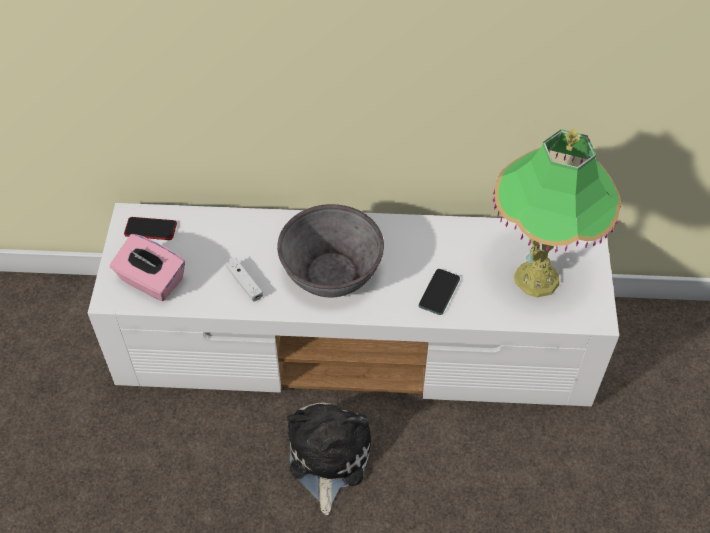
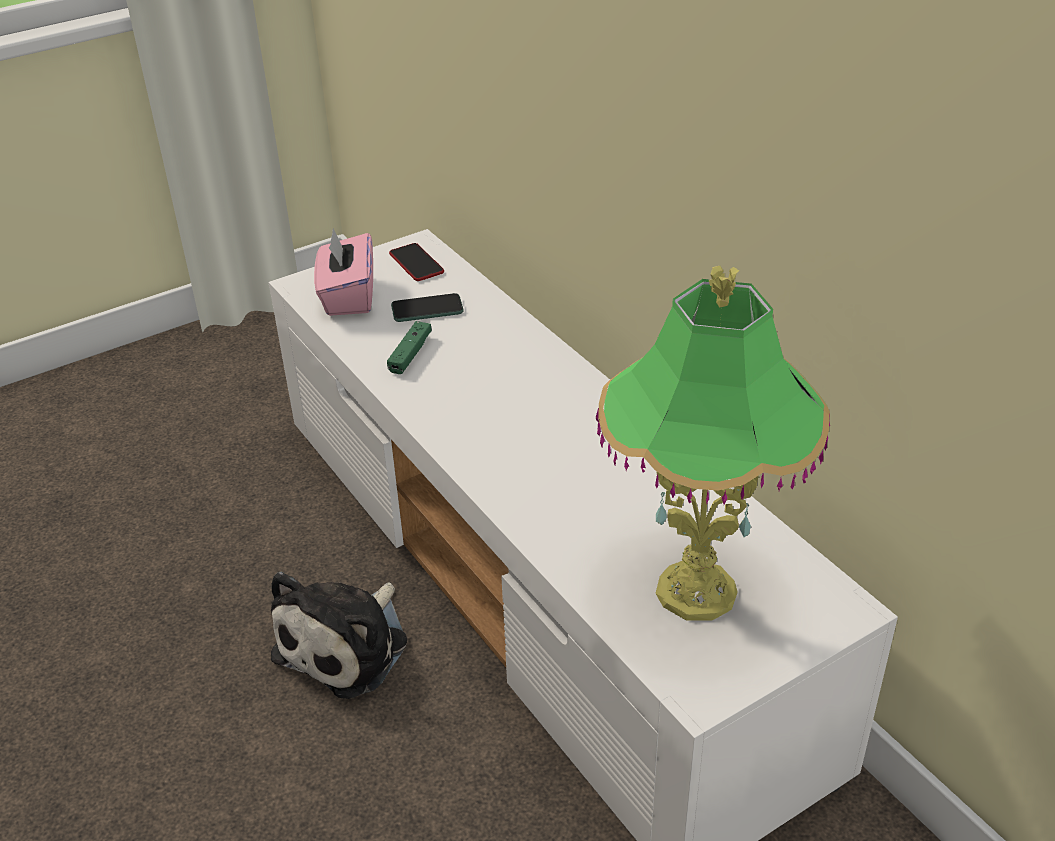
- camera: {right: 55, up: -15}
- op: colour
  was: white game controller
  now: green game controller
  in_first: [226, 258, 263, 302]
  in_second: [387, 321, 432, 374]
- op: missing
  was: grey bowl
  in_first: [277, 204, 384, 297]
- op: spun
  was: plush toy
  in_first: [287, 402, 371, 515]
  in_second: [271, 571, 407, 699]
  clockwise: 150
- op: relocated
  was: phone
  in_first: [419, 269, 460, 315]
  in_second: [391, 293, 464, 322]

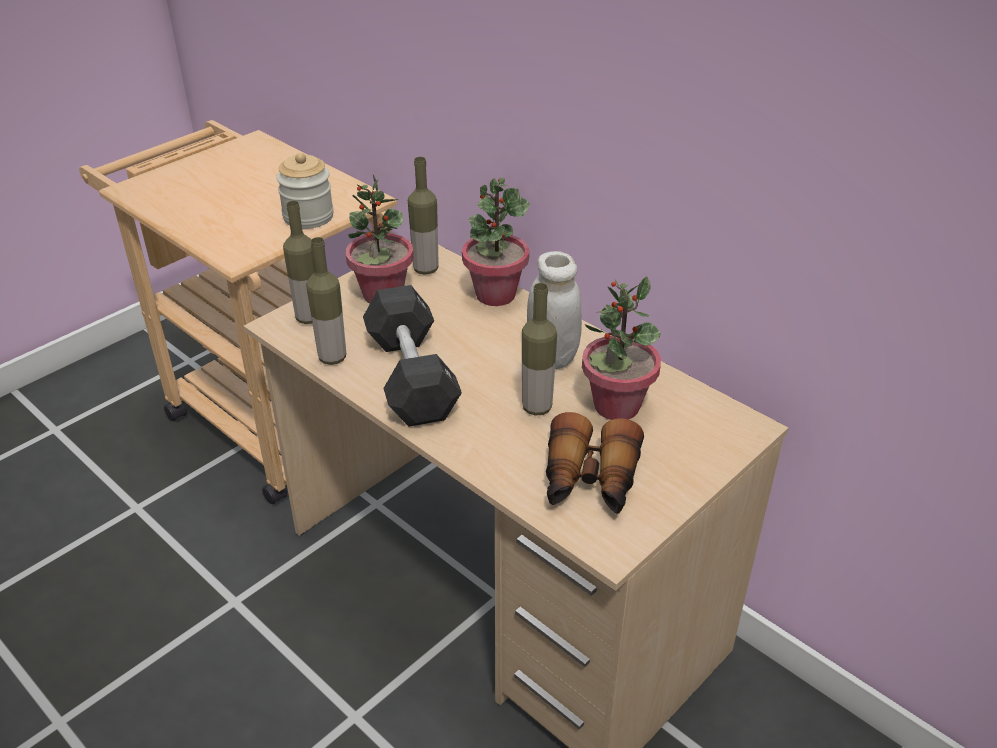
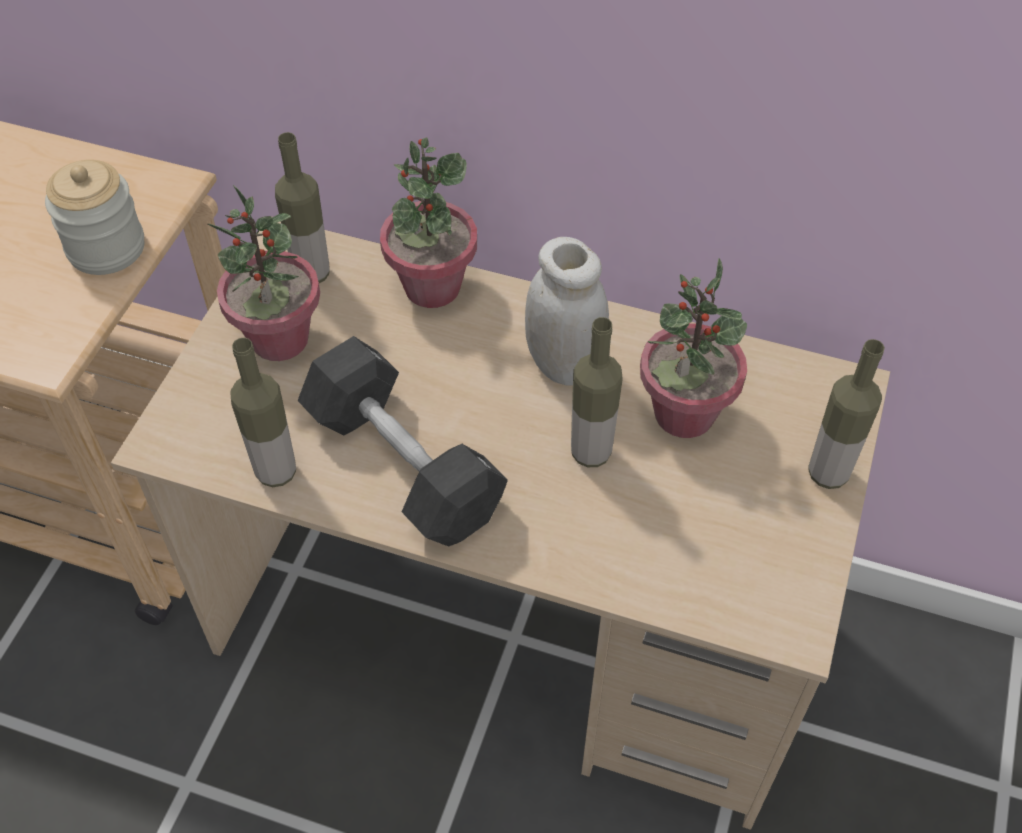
- camera: {right: -25, up: 15}
- op: relocated
  was: bottle
  in_first: [283, 201, 315, 324]
  in_second: [808, 339, 885, 489]
- op: missing
  was: binoculars
  in_first: [546, 412, 644, 514]

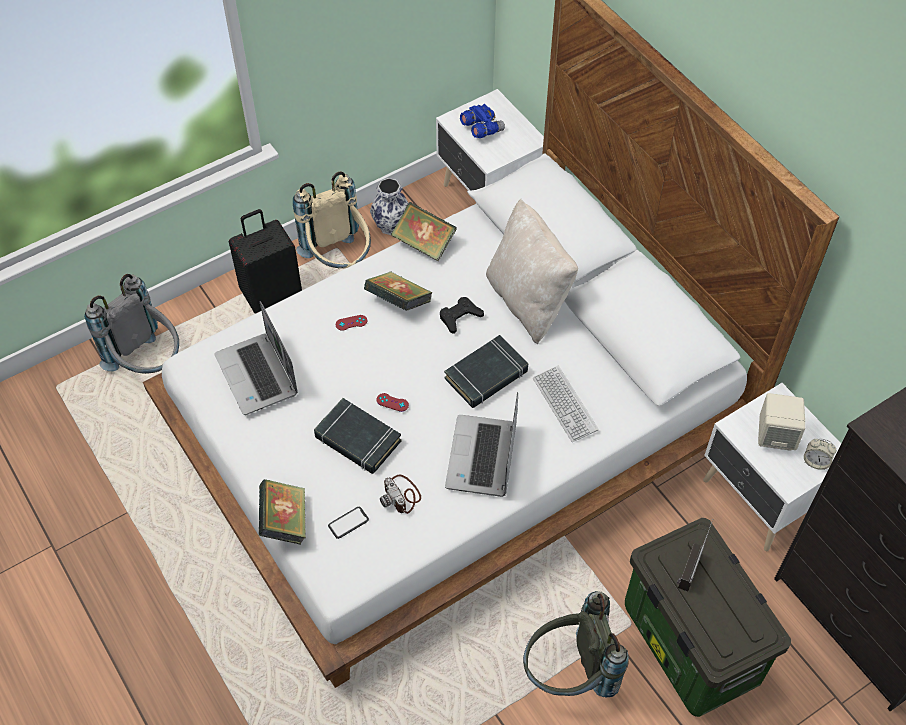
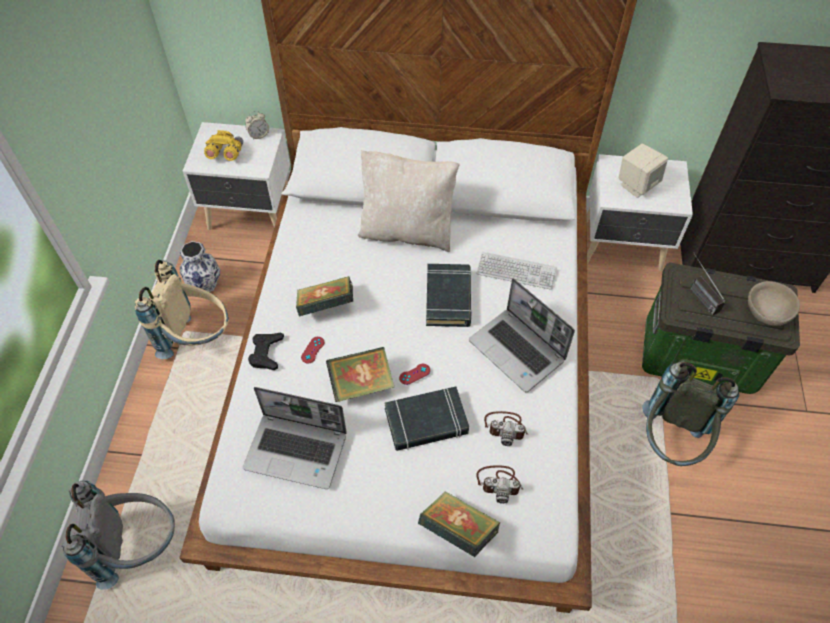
- camera: {right: -50, up: 0}
- op: missing
  was: black suitcase
  in_first: [229, 209, 302, 314]
- op: exchanged
  was: phone
  now: photo camera
  in_first: [328, 507, 369, 539]
  in_second: [476, 465, 523, 504]
- op: relocated
  was: book
  in_first: [391, 202, 457, 262]
  in_second: [326, 347, 394, 402]
- op: relocated
  was: black game controller
  in_first: [440, 297, 484, 334]
  in_second: [248, 332, 284, 370]
- op: colour
  was: blue binoculars
  now: yellow binoculars
  in_first: [460, 104, 505, 138]
  in_second: [204, 130, 243, 161]
- op: relocated
  was: alarm clock
  in_first: [804, 438, 836, 470]
  in_second: [245, 111, 269, 140]
- op: appeared
  now: beige bowl
  in_second: [748, 281, 800, 326]

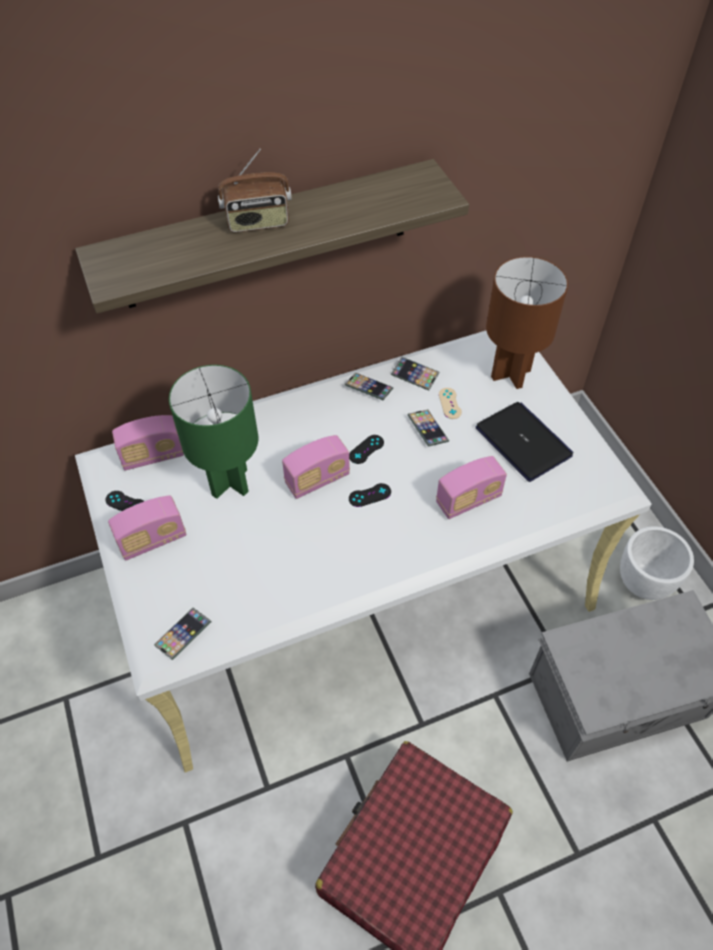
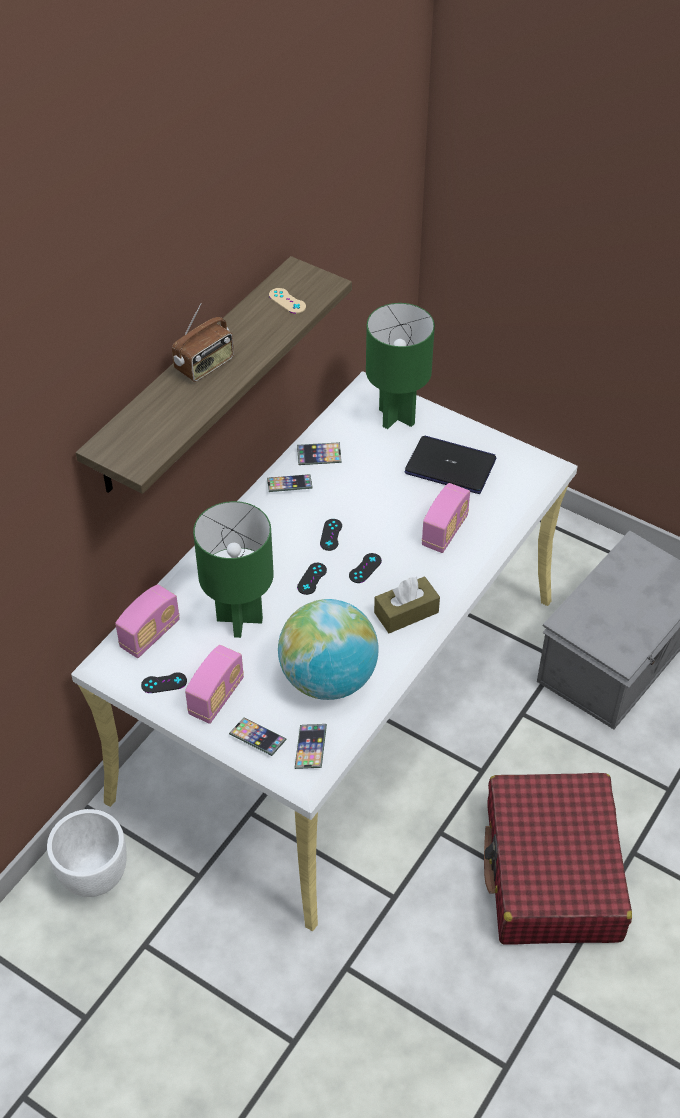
- camera: {right: -35, up: -5}
- op: exchanged
  was: radio
  now: black game controller
  in_first: [282, 435, 350, 499]
  in_second: [297, 563, 327, 595]
- op: relocated
  was: phone
  in_first: [407, 409, 449, 447]
  in_second: [229, 717, 287, 756]
- op: relocated
  was: beige game controller
  in_first: [439, 388, 462, 419]
  in_second: [269, 288, 306, 314]
- op: colour
  was: brown table lamp
  now: green table lamp
  in_first: [486, 256, 568, 389]
  in_second: [366, 303, 435, 429]
- op: relocated
  was: white planter
  in_first: [620, 526, 694, 600]
  in_second: [47, 809, 127, 897]
- op: appeared
  now: globe
  in_second: [278, 599, 378, 700]
- op: appeared
  now: brown tissue box
  in_second: [374, 576, 440, 633]

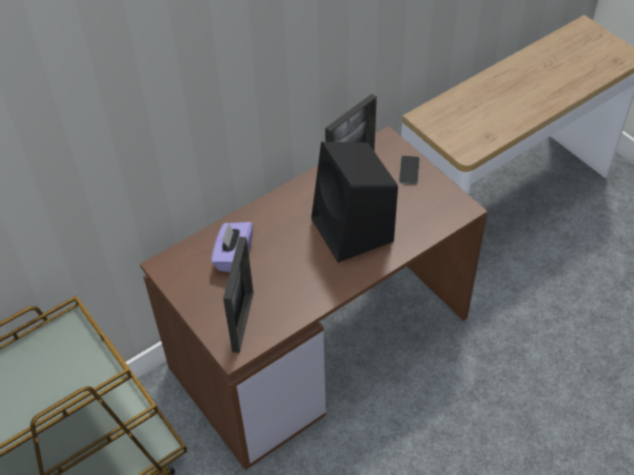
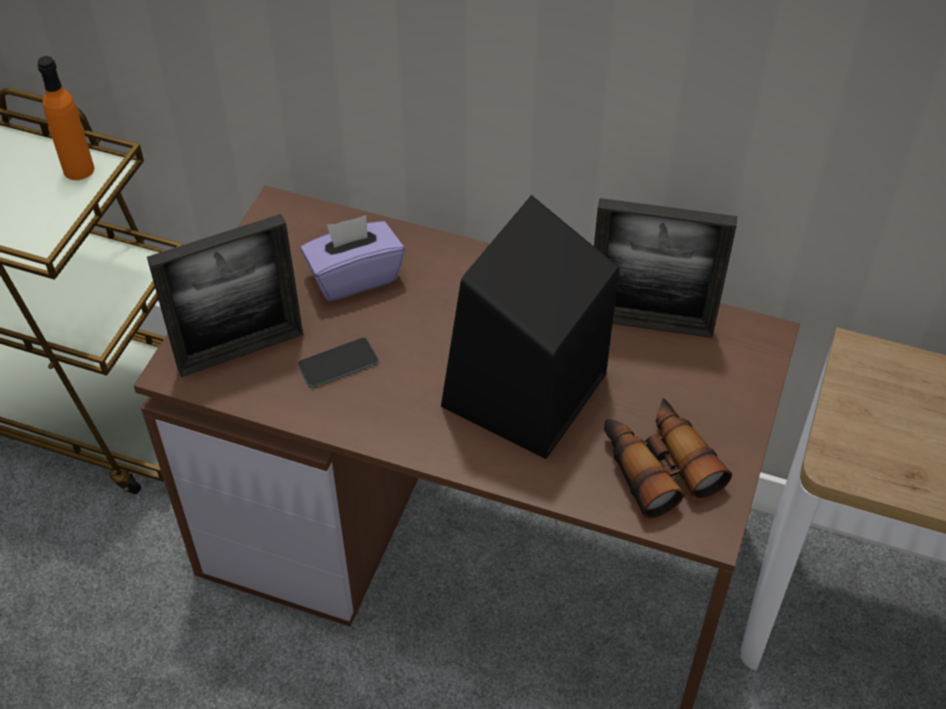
- camera: {right: 55, up: 0}
- op: relocated
  was: phone
  in_first: [399, 156, 420, 184]
  in_second: [298, 338, 379, 388]
- op: appeared
  now: orange bottle
  in_second: [37, 56, 94, 180]
- op: appeared
  now: binoculars
  in_second: [604, 398, 732, 519]

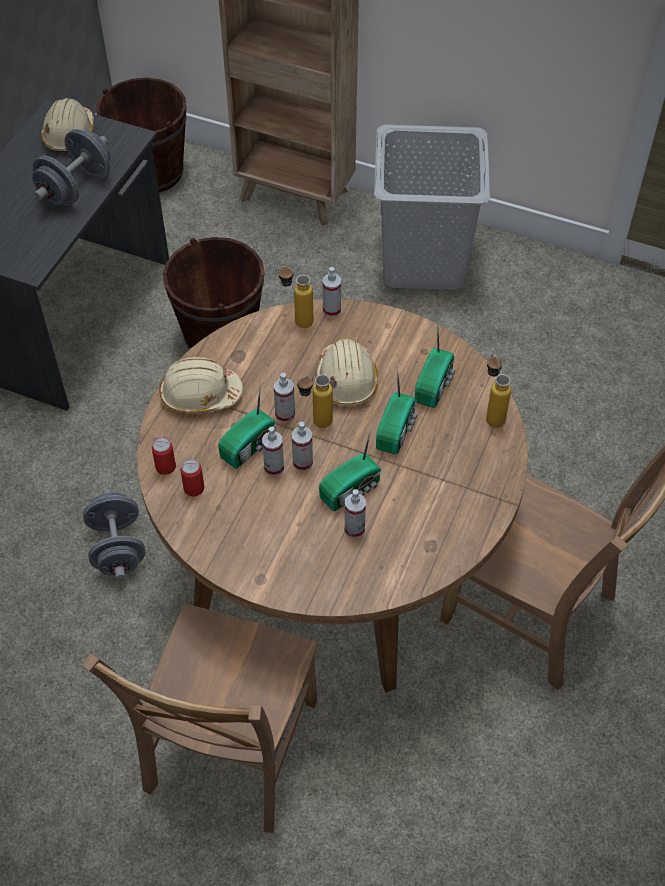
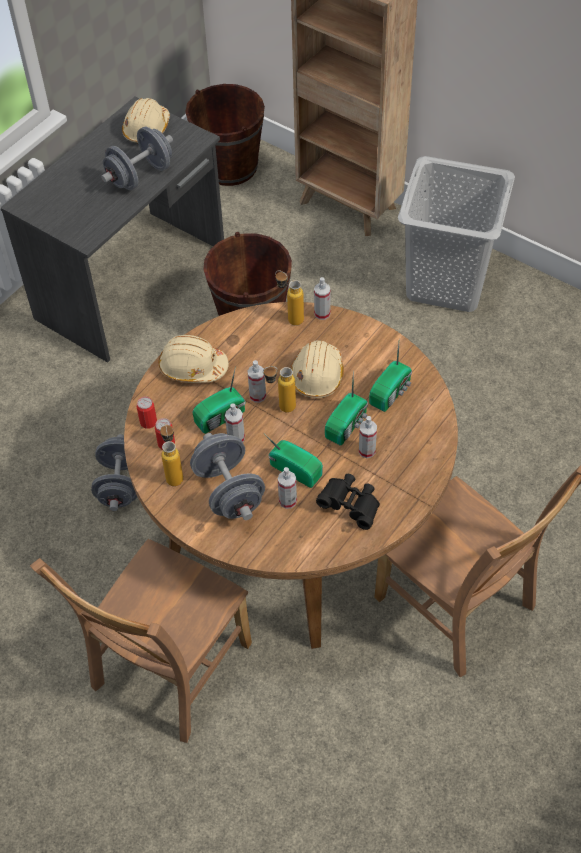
- camera: {right: 15, up: 0}
- op: relocated
  was: spray bottle
  in_first: [292, 421, 313, 471]
  in_second: [359, 416, 377, 458]
- op: spun
  was: radio
  in_first: [319, 429, 381, 511]
  in_second: [265, 434, 323, 488]
  clockwise: -120
- op: relocated
  was: bottle
  in_first: [486, 354, 511, 427]
  in_second: [160, 422, 183, 486]
- op: appeared
  now: grey dumbbell
  in_second: [190, 433, 265, 520]
- op: appeared
  now: black binoculars
  in_second: [316, 474, 380, 530]

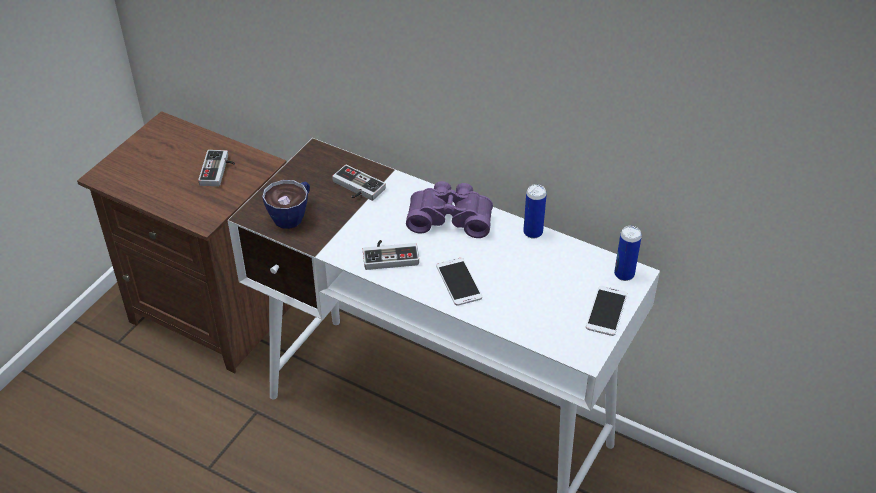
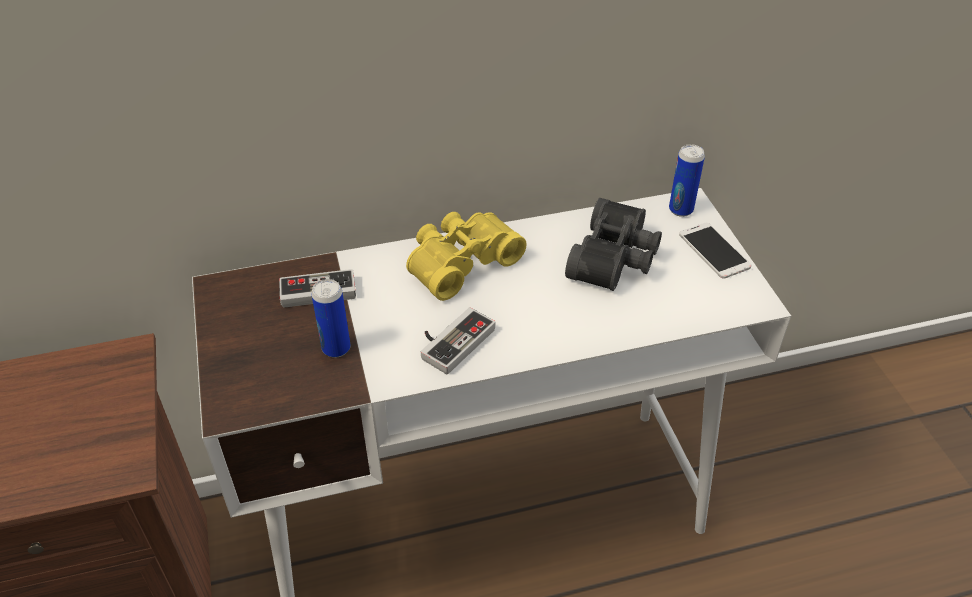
- camera: {right: -45, up: 0}
- op: missing
  was: game controller
  in_first: [198, 150, 235, 186]
- op: missing
  was: cup
  in_first: [262, 180, 310, 229]
- op: colour
  was: purple binoculars
  now: yellow binoculars
  in_first: [406, 181, 493, 238]
  in_second: [406, 212, 527, 301]
- op: missing
  was: phone
  in_first: [437, 258, 482, 306]
- op: relocated
  was: can
  in_first: [523, 184, 547, 239]
  in_second: [311, 279, 351, 358]
- op: appeared
  now: black binoculars
  in_second: [565, 198, 662, 291]

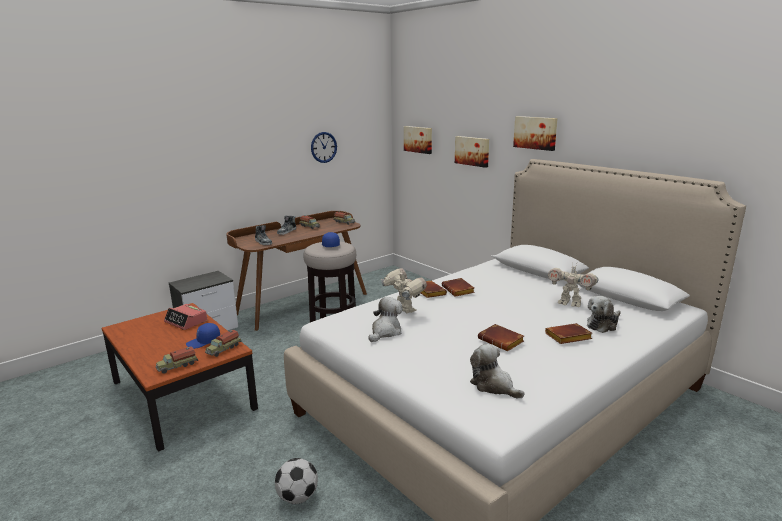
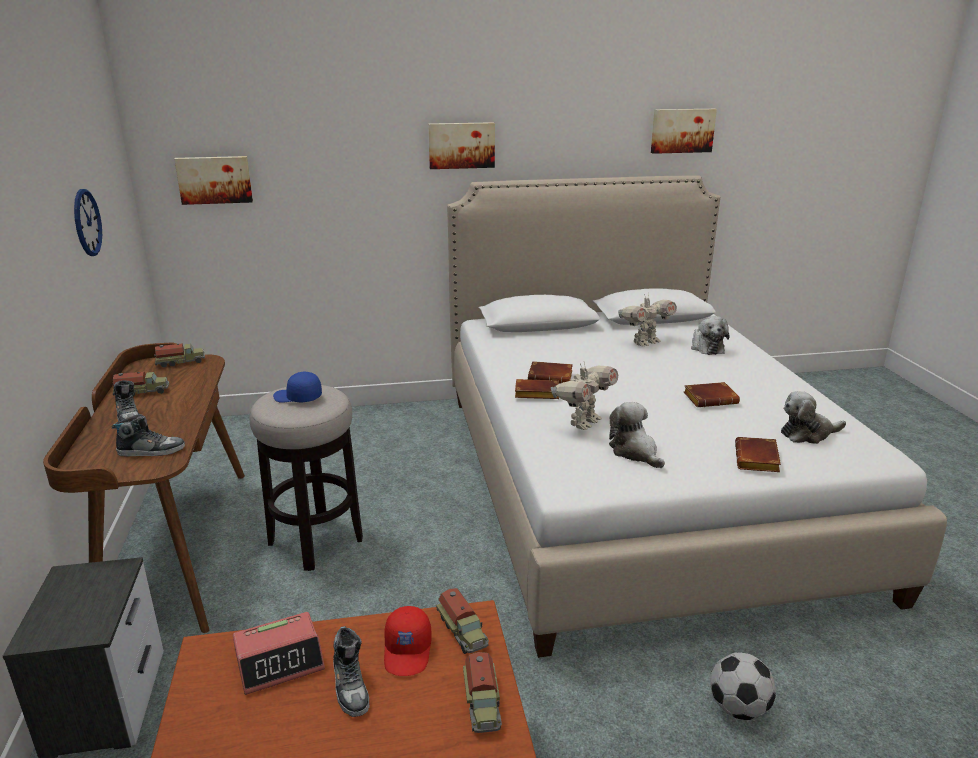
- camera: {right: -60, up: 5}
- op: colour
  was: blue cap
  now: red cap
  in_first: [186, 323, 220, 349]
  in_second: [384, 606, 432, 676]
- op: spun
  was: toy robot
  in_first: [381, 268, 427, 313]
  in_second: [551, 363, 618, 430]
  clockwise: 135
- op: relocated
  was: picture
  in_first: [455, 136, 489, 168]
  in_second: [651, 109, 717, 154]
- op: relocated
  was: brown book
  in_first: [545, 323, 593, 344]
  in_second: [735, 437, 781, 472]
- op: appeared
  now: shoe
  in_second: [333, 626, 370, 717]

